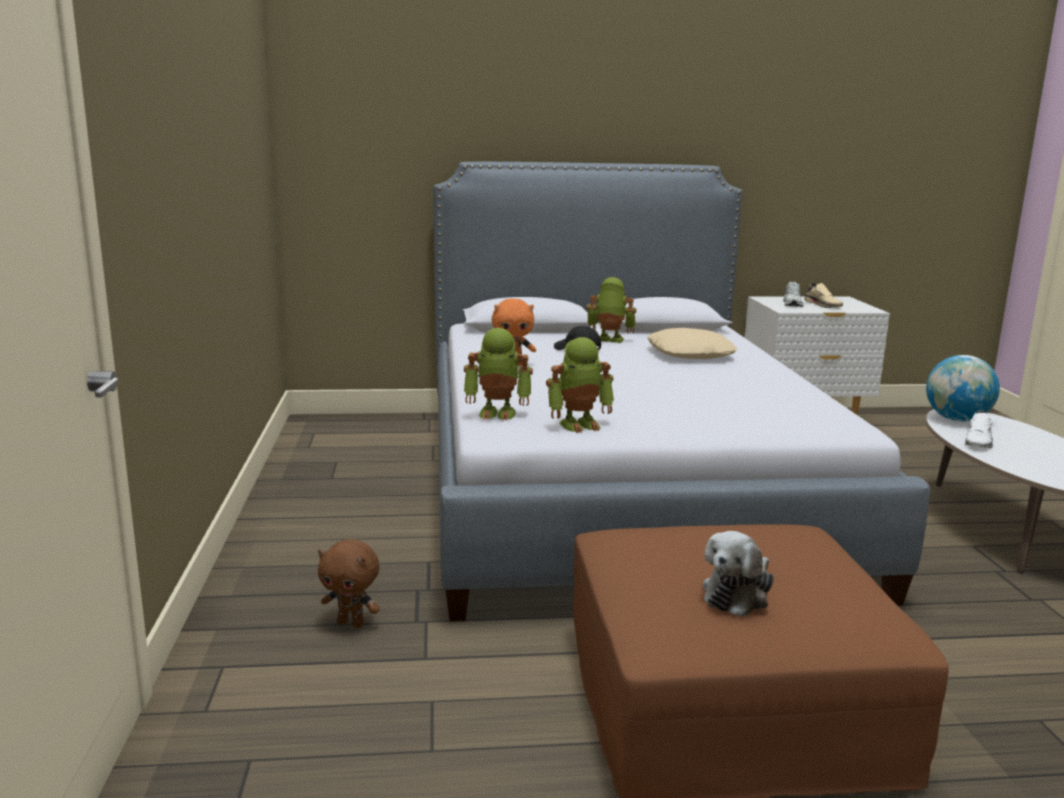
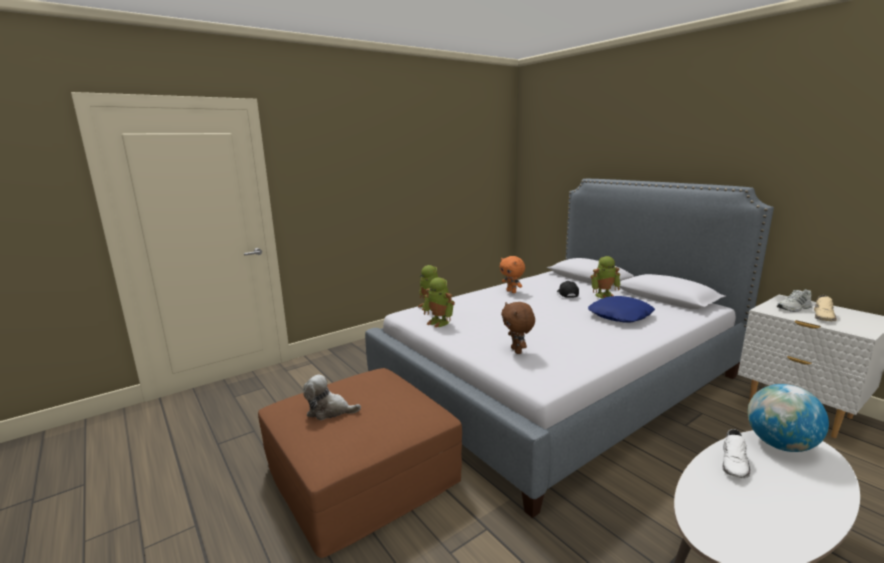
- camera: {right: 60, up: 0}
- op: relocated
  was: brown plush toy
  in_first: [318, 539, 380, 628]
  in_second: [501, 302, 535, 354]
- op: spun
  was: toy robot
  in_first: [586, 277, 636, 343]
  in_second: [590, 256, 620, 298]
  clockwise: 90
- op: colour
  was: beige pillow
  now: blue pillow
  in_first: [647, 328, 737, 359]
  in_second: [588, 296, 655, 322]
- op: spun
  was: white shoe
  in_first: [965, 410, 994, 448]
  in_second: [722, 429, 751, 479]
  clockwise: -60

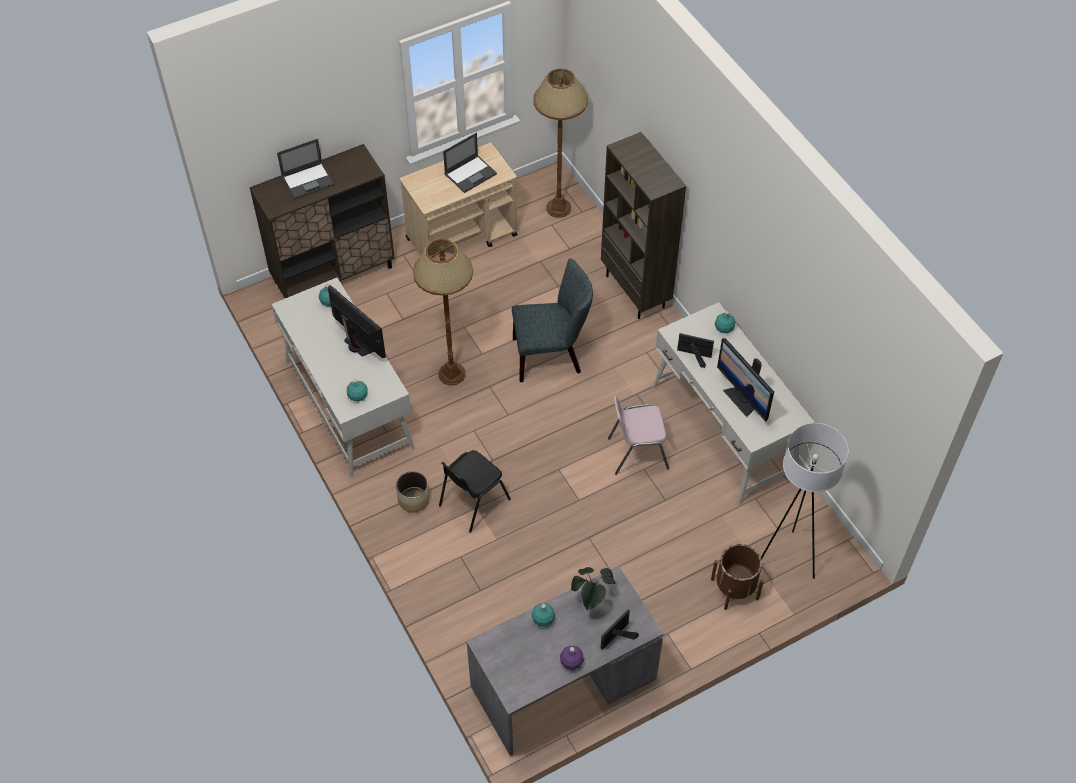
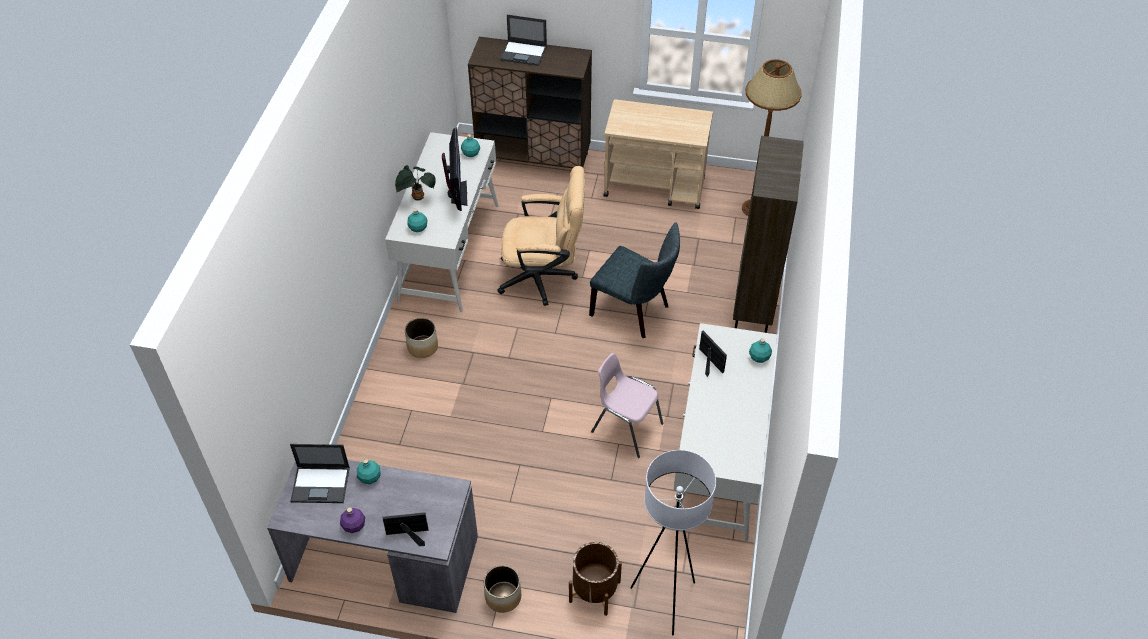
- camera: {right: 40, up: -5}
- op: exchanged
  was: brown floor lamp
  now: beige office chair
  in_first: [413, 239, 473, 385]
  in_second: [497, 166, 585, 306]
- op: missing
  was: black chair
  in_first: [439, 450, 511, 533]
- op: relocated
  was: laptop
  in_first: [443, 133, 497, 193]
  in_second: [290, 444, 350, 503]
- op: relocated
  was: potted plant
  in_first: [571, 567, 615, 611]
  in_second: [395, 165, 436, 201]
- op: missing
  was: monitor
  in_first: [717, 338, 774, 422]
- op: appeared
  now: planter
  in_second: [484, 565, 521, 613]

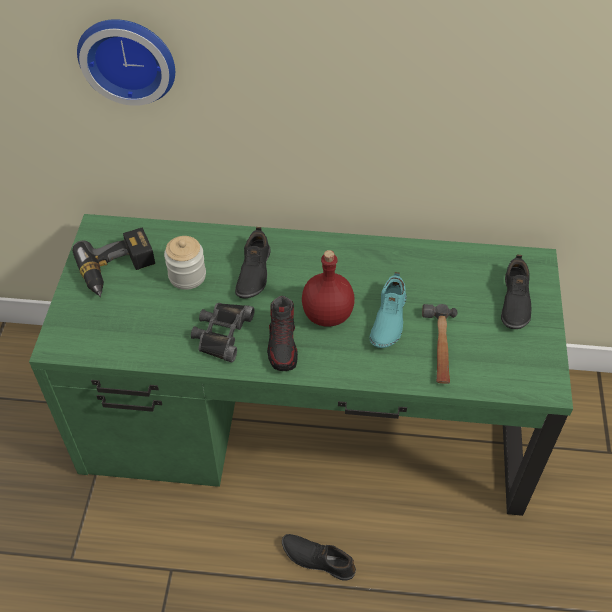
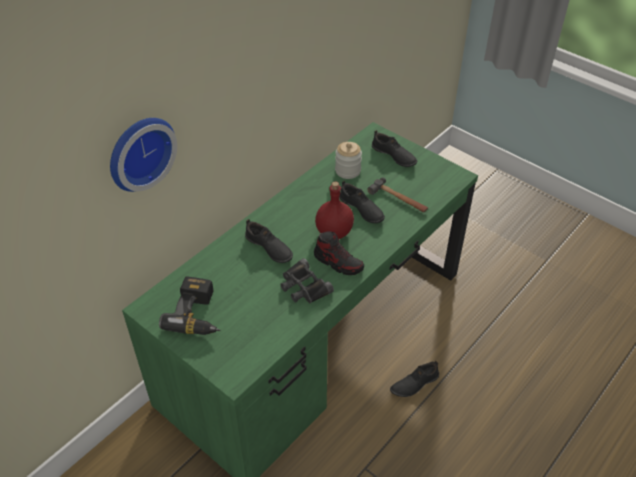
- camera: {right: -55, up: -5}
- op: relocated
  was: jar
  in_first: [164, 236, 206, 290]
  in_second: [335, 142, 362, 179]
- op: colour
  was: turquoise shoe
  now: black shoe
  in_first: [370, 272, 406, 348]
  in_second: [339, 180, 385, 223]

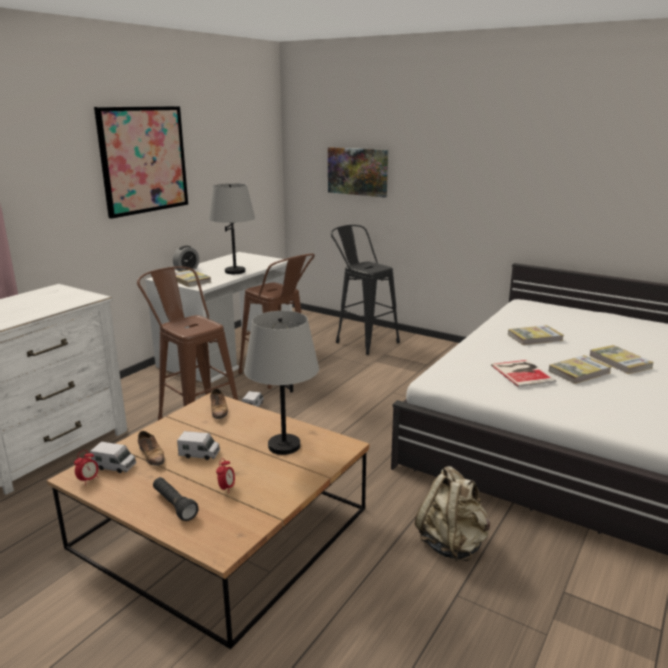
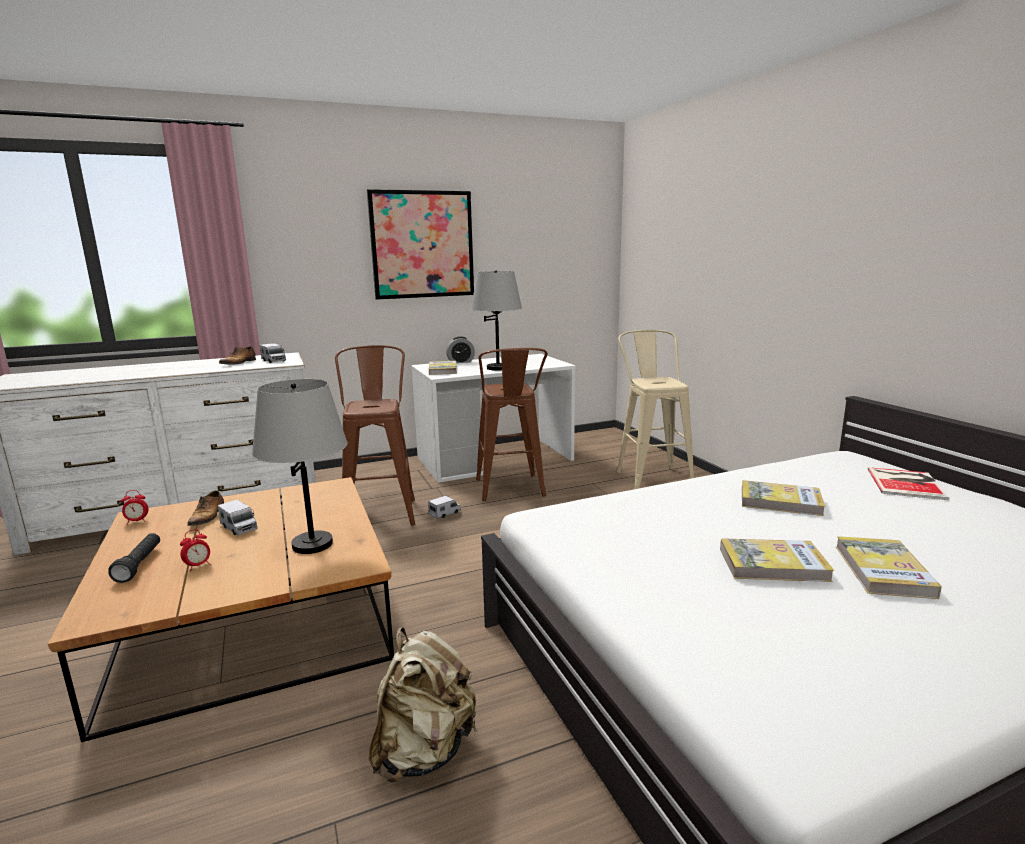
- camera: {right: 35, up: -5}
- op: relocated
  was: toy truck
  in_first: [90, 442, 136, 473]
  in_second: [260, 343, 286, 363]
- op: relocated
  was: shoe
  in_first: [210, 388, 228, 419]
  in_second: [219, 346, 256, 365]
- op: missing
  was: picture
  in_first: [328, 147, 388, 198]
- op: colour
  was: black stool
  now: beige stool
  in_first: [331, 225, 400, 355]
  in_second: [617, 330, 694, 489]
- op: relocated
  was: book
  in_first: [491, 360, 557, 387]
  in_second: [867, 467, 950, 500]

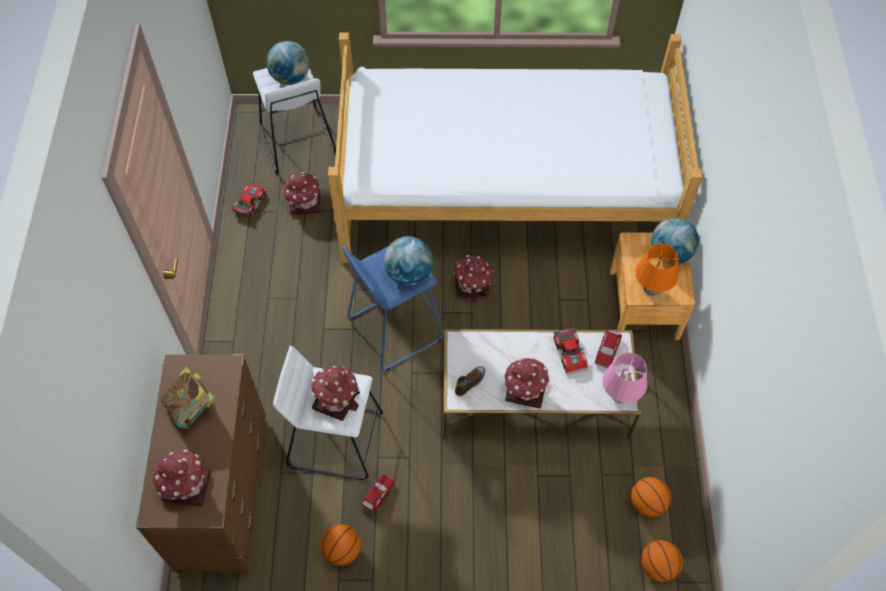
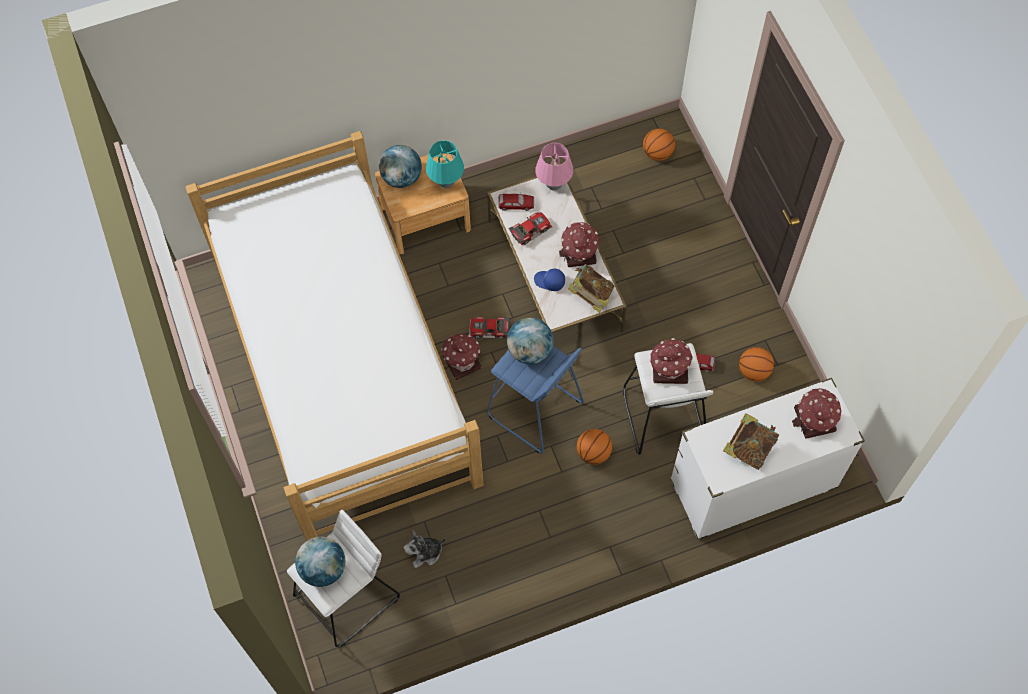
- camera: {right: -110, up: 5}
- op: colour
  was: brown dresser
  now: white dresser
  in_first: [136, 354, 266, 573]
  in_second: [670, 378, 865, 540]
- op: relocated
  was: toy car
  in_first: [231, 183, 267, 217]
  in_second: [469, 316, 509, 339]
- op: exchanged
  was: toy house
  now: plush toy
  in_first: [283, 172, 321, 215]
  in_second: [403, 530, 446, 568]
- op: exchanged
  was: shoe
  now: book
  in_first: [455, 366, 485, 396]
  in_second: [568, 264, 615, 313]
- op: relocated
  was: basketball
  in_first: [631, 477, 671, 517]
  in_second: [577, 429, 612, 465]
- op: colour
  was: orange table lamp
  now: turquoise table lamp
  in_first: [635, 244, 678, 296]
  in_second: [426, 140, 464, 188]
- op: appeared
  now: blue cap
  in_second: [534, 269, 565, 291]

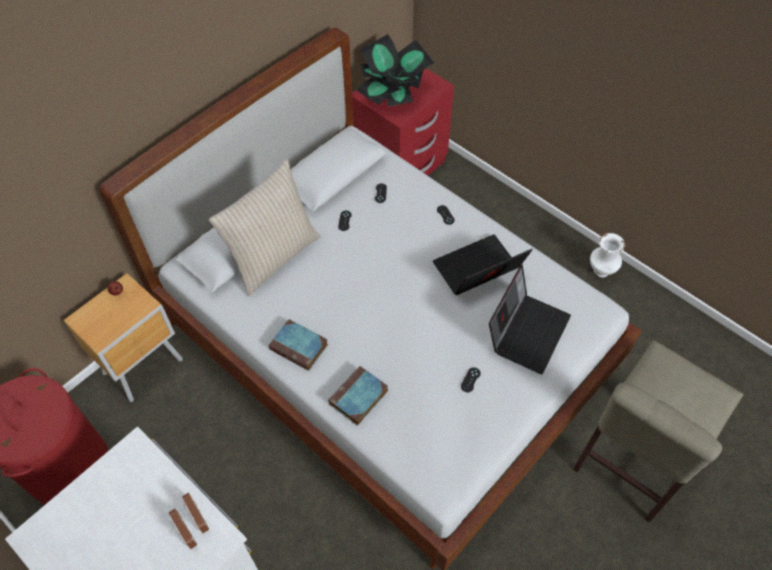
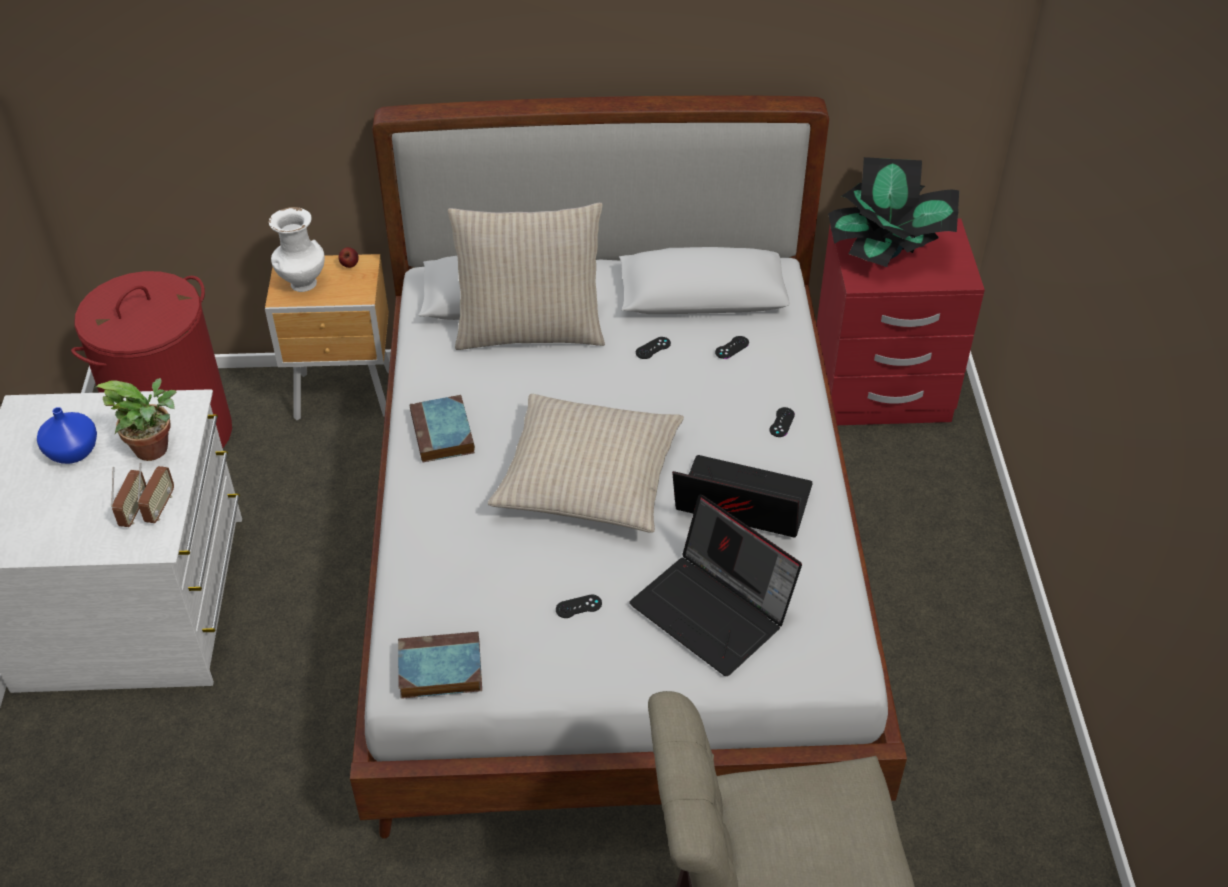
- camera: {right: 45, up: -10}
- op: relocated
  was: book
  in_first: [328, 366, 388, 426]
  in_second: [398, 632, 482, 699]
- op: spun
  was: laptop
  in_first: [489, 264, 571, 374]
  in_second: [629, 495, 802, 676]
  clockwise: 60
- op: relocated
  was: white vase
  in_first: [590, 233, 625, 278]
  in_second: [269, 207, 325, 292]
- op: appeared
  now: blue vase
  in_second: [37, 407, 97, 464]
- op: appeared
  now: potted plant
  in_second: [94, 378, 176, 461]
- op: appeared
  now: beige pillow
  in_second: [488, 394, 684, 533]

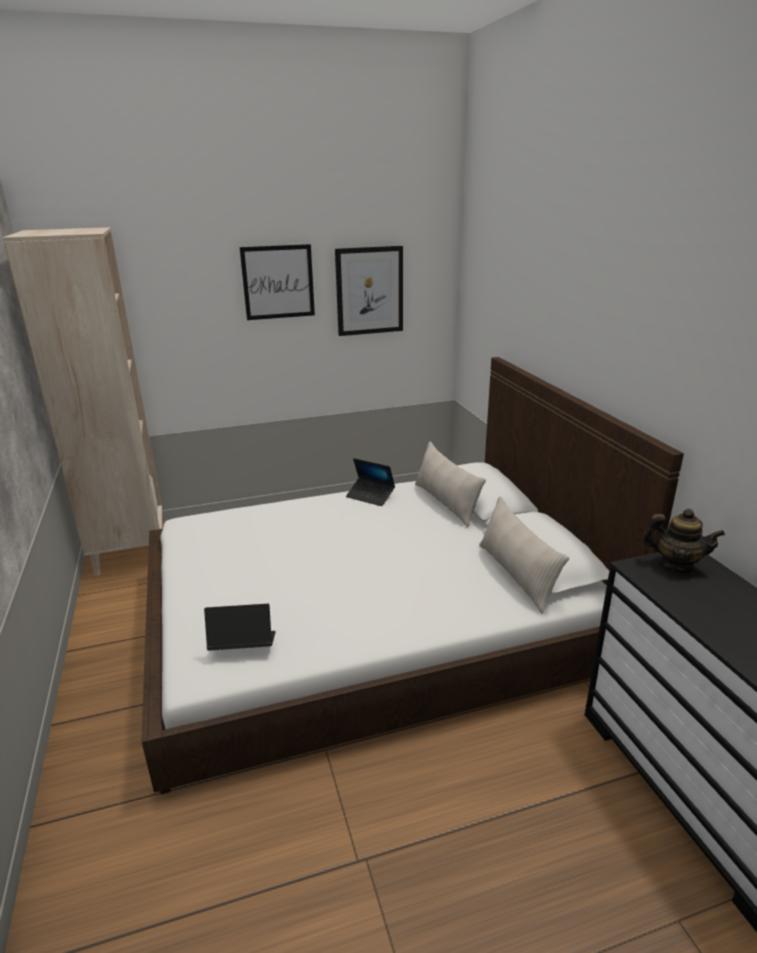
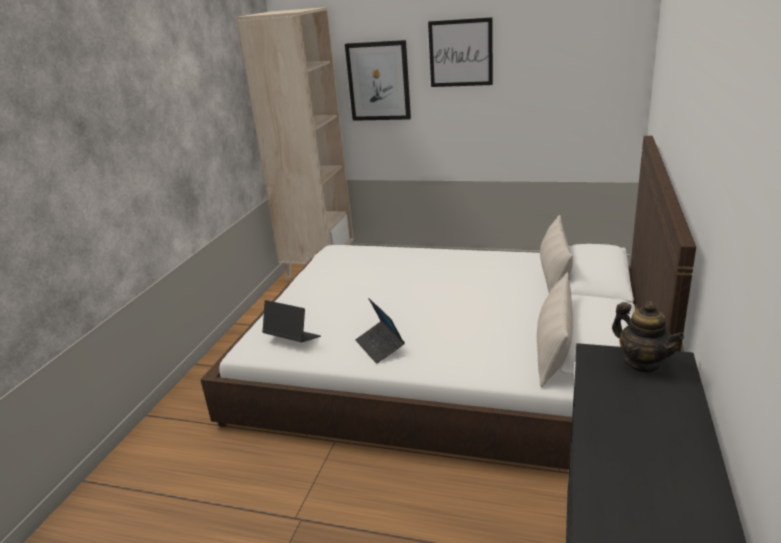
- camera: {right: 35, up: 0}
- op: relocated
  was: picture
  in_first: [335, 246, 403, 336]
  in_second: [345, 40, 411, 121]
- op: relocated
  was: laptop
  in_first: [346, 458, 395, 506]
  in_second: [355, 298, 405, 364]

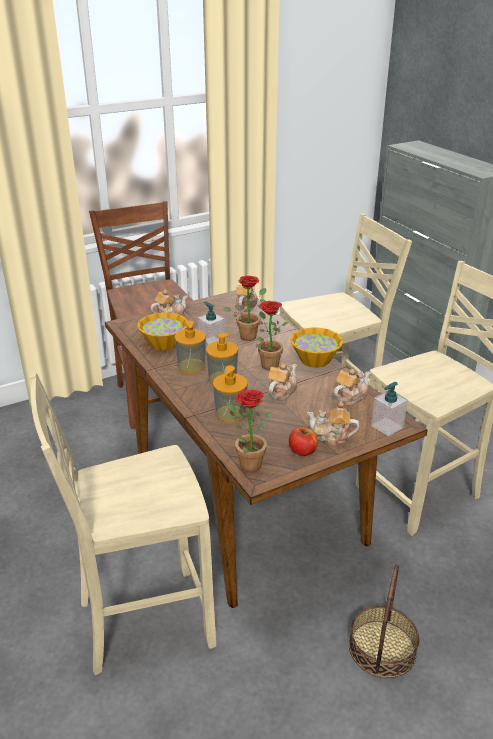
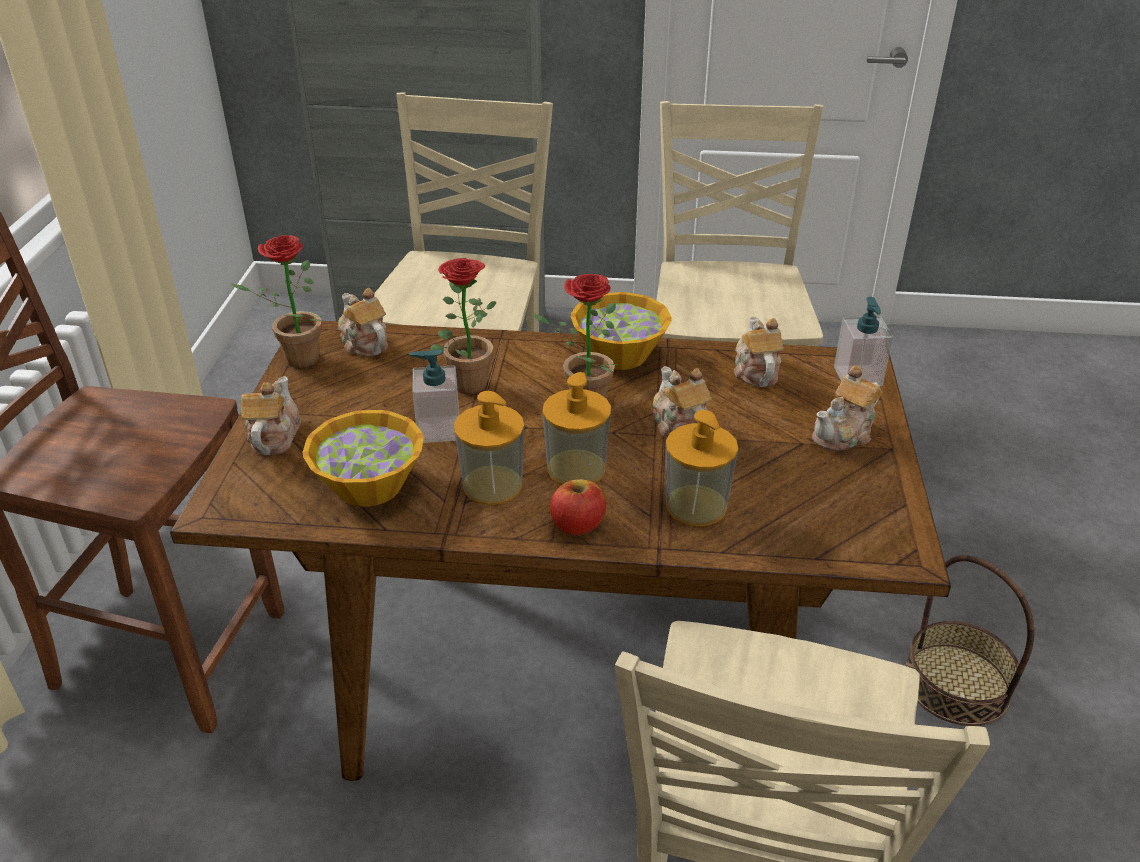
- camera: {right: -55, up: 5}
- op: relocated
  was: potted plant
  in_first: [227, 390, 272, 472]
  in_second: [231, 235, 324, 368]
- op: relocated
  was: apple
  in_first: [289, 428, 318, 456]
  in_second: [550, 479, 606, 535]

